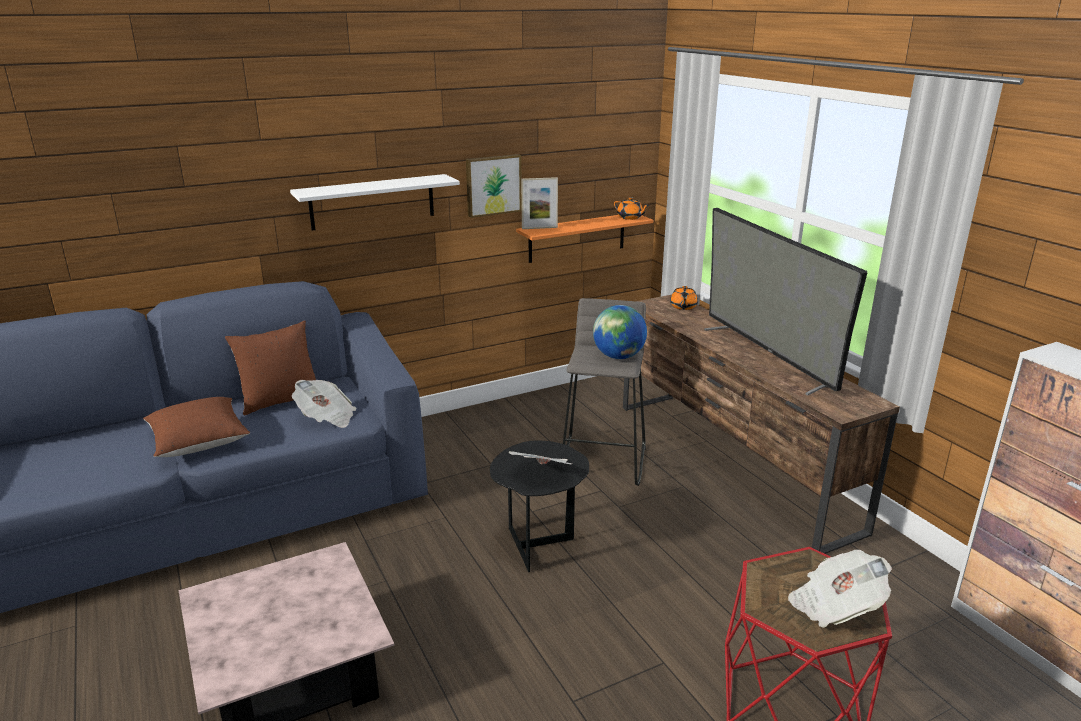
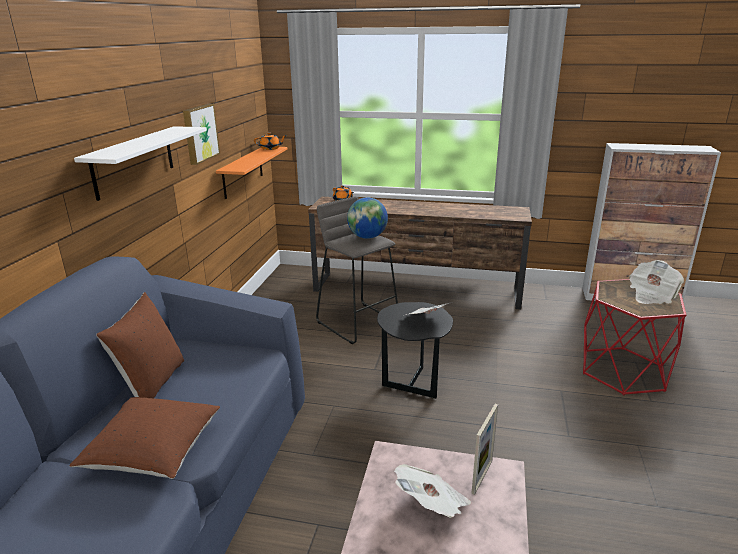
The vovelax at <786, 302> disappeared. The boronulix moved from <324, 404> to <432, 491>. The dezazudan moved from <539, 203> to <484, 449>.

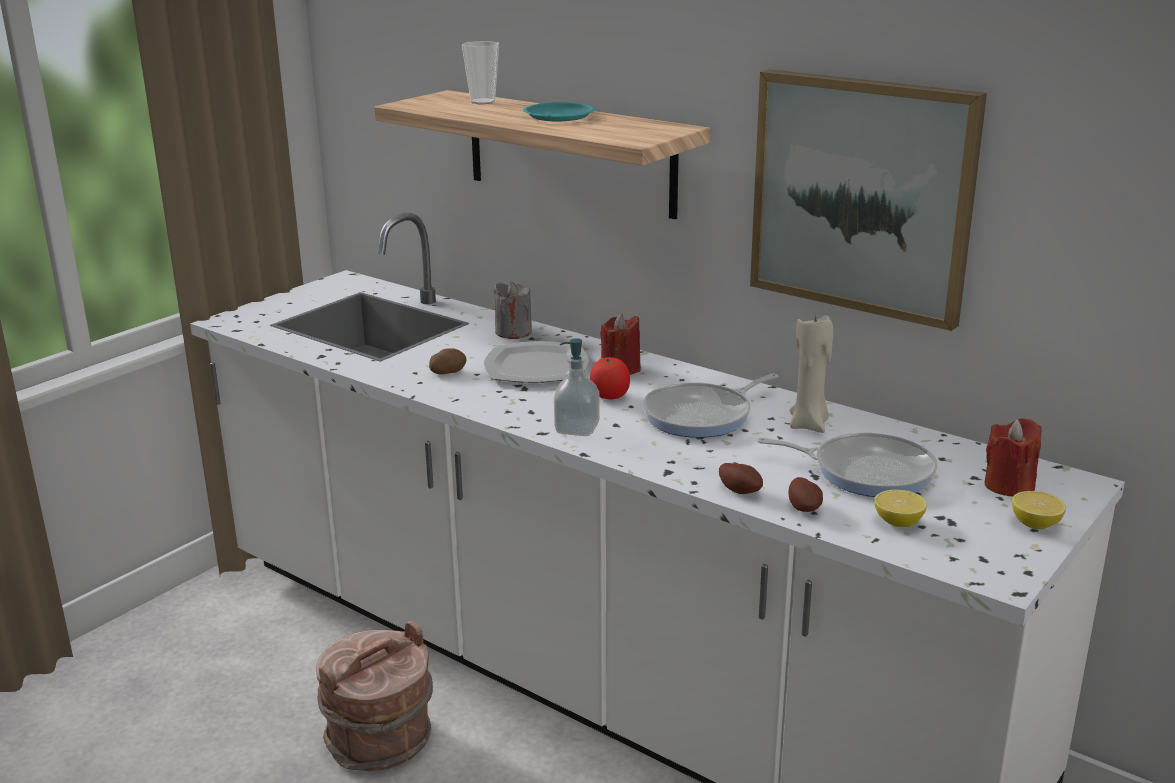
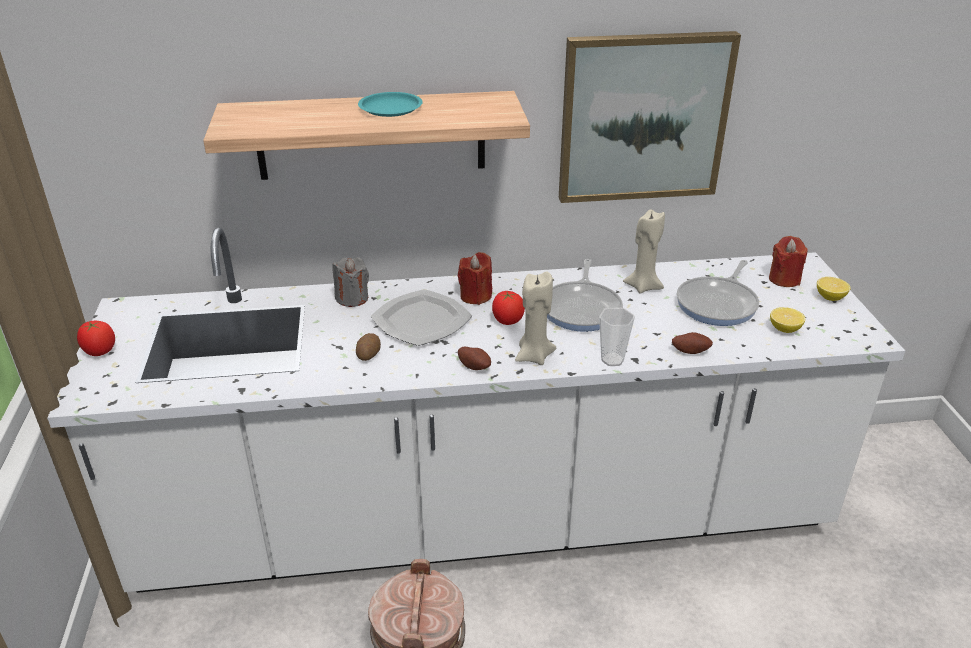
The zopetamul at <96, 338> appeared. The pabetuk moved from <480, 72> to <617, 336>. The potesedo moved from <805, 494> to <474, 358>. The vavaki at <577, 387> was replaced by the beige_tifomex at <535, 318>. The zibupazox at <847, 464> turned 150 degrees clockwise.

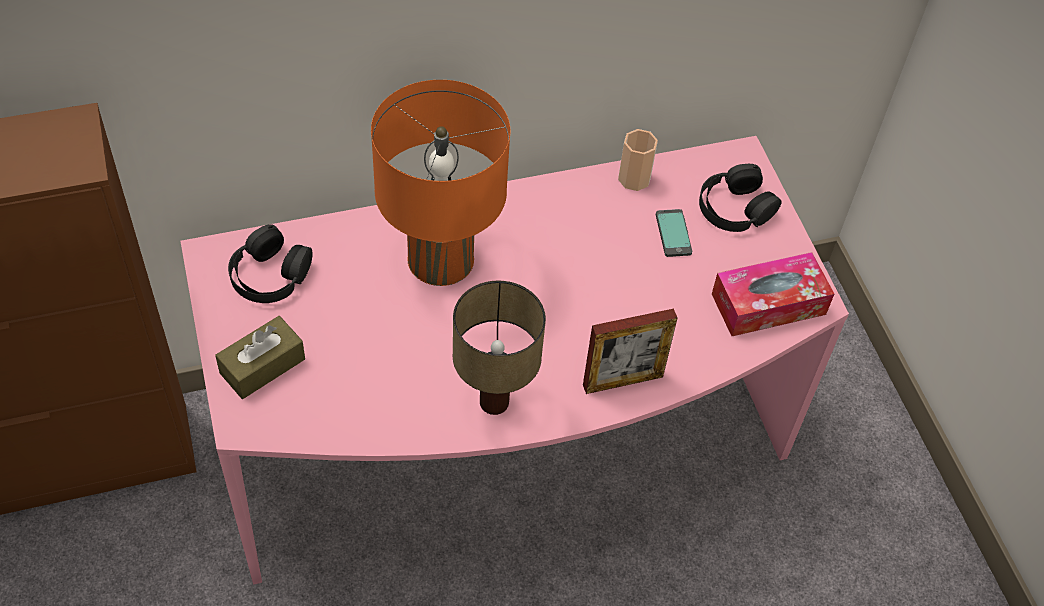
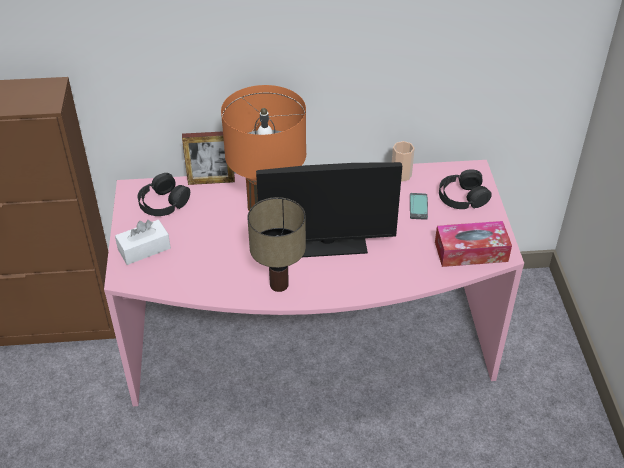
The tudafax at <329, 209> appeared. The dezazudan moved from <630, 351> to <208, 158>. The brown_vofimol at <260, 357> became the white_vofimol at <143, 242>.

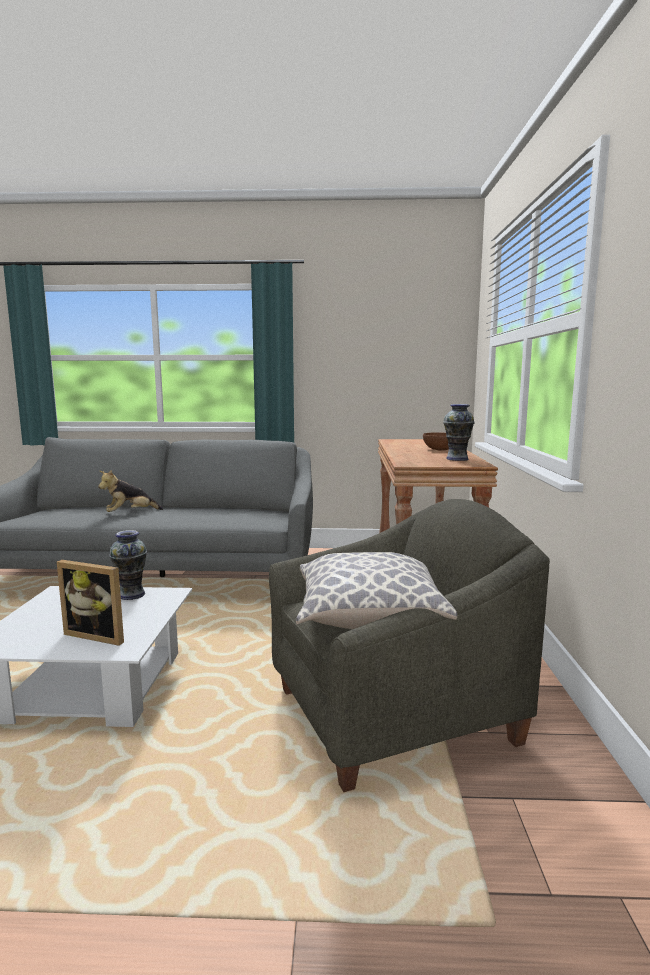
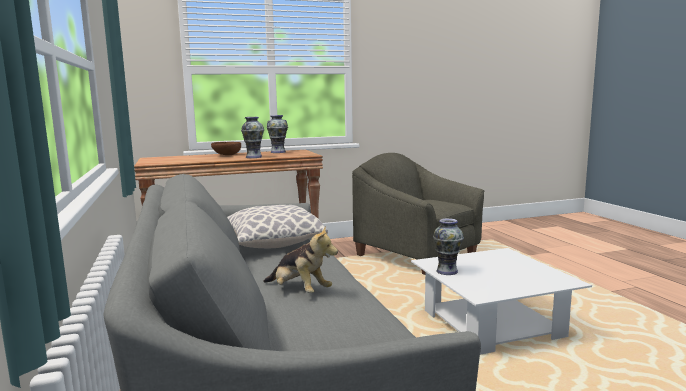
The dezazudan at <90, 603> disappeared. The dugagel at <252, 137> appeared. The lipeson moved from <376, 590> to <277, 226>.

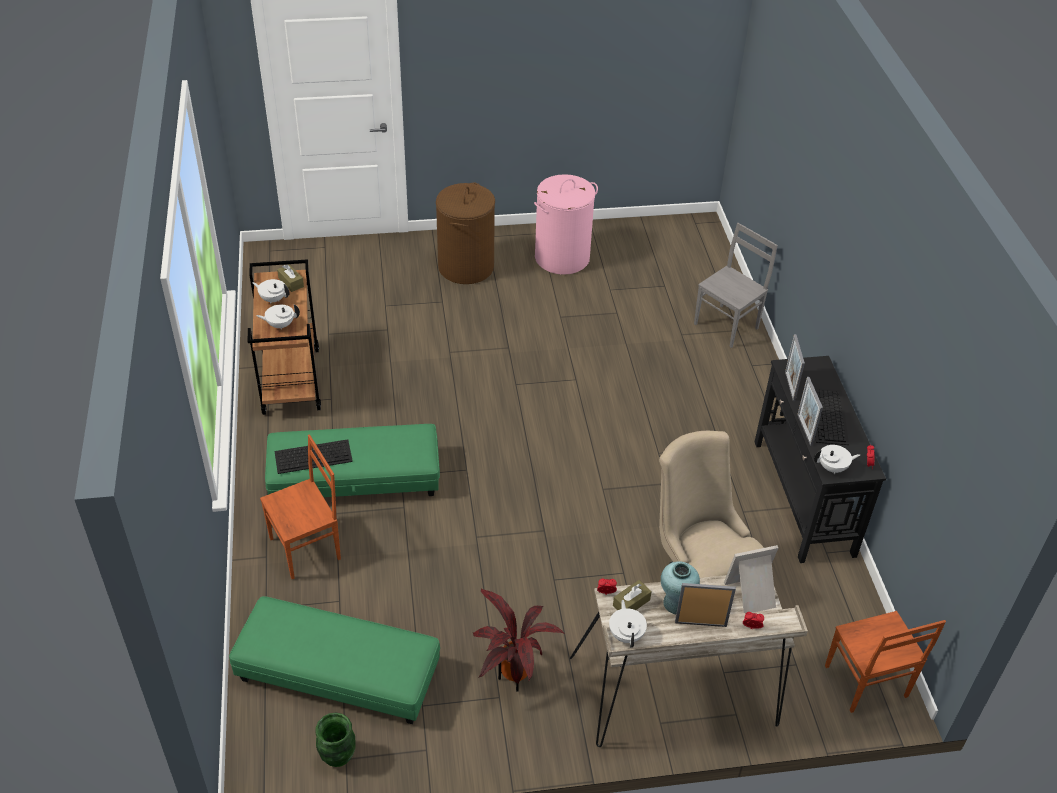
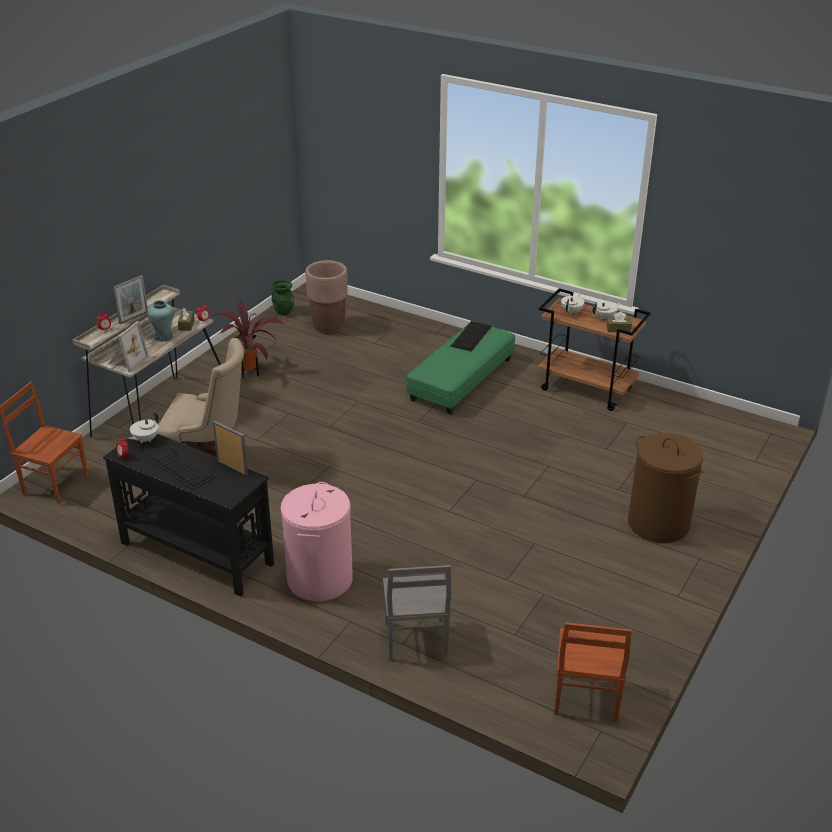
The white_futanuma at <628, 624> disappeared. The dezazudan at <810, 411> disappeared. The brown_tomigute moved from <300, 506> to <593, 672>. The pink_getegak moved from <566, 224> to <317, 541>. The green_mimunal at <334, 660> was replaced by the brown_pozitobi at <326, 297>.

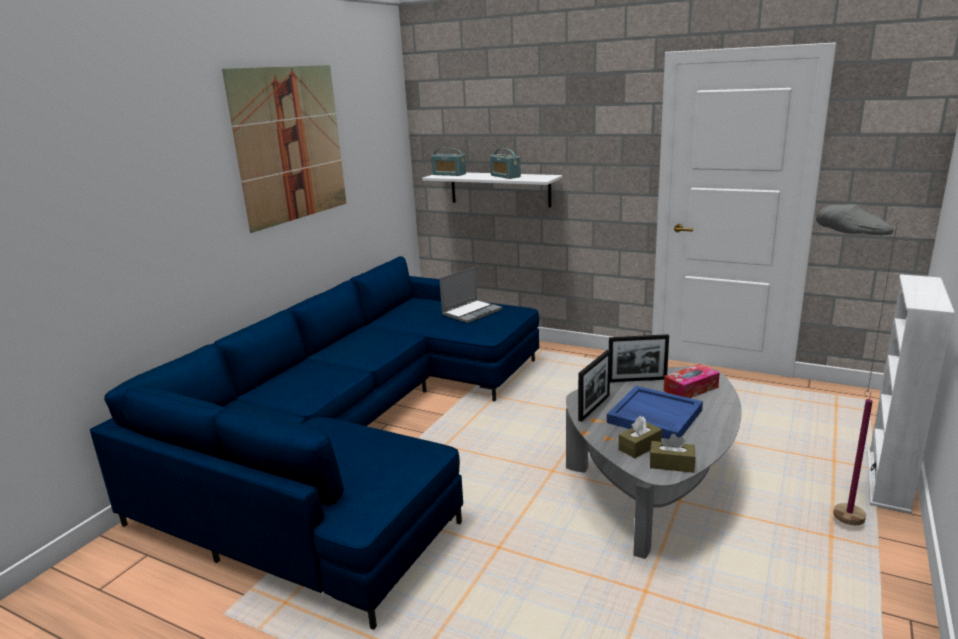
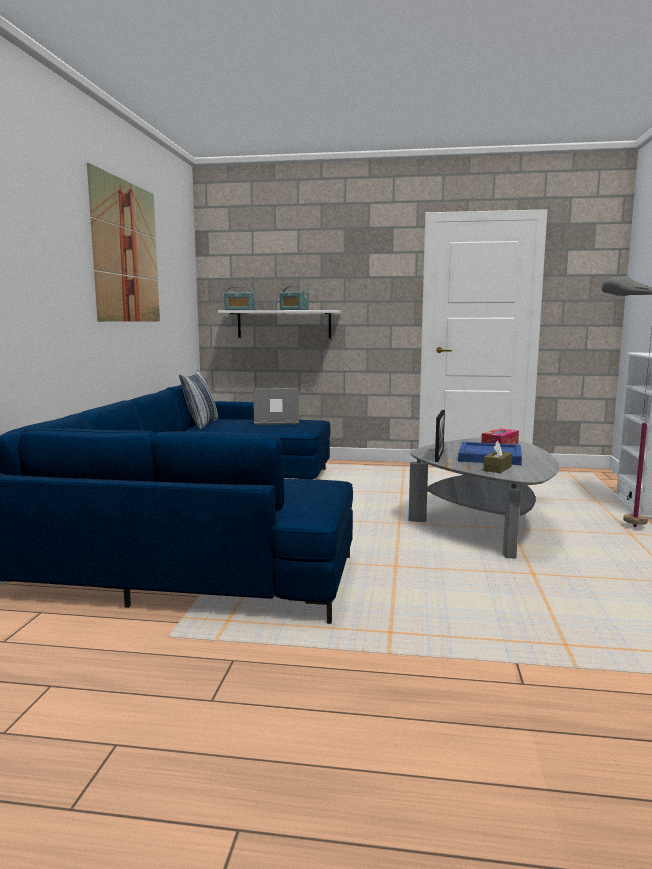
The dezazudan at <639, 358> disappeared. The brown_vofimol at <672, 453> disappeared. The lipeson at <198, 399> appeared. The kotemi at <471, 295> turned 120 degrees counterclockwise.

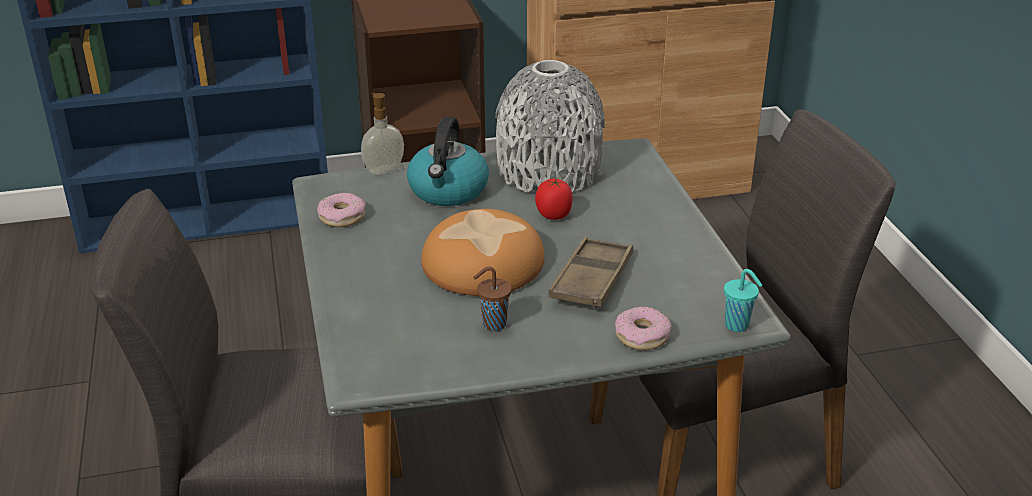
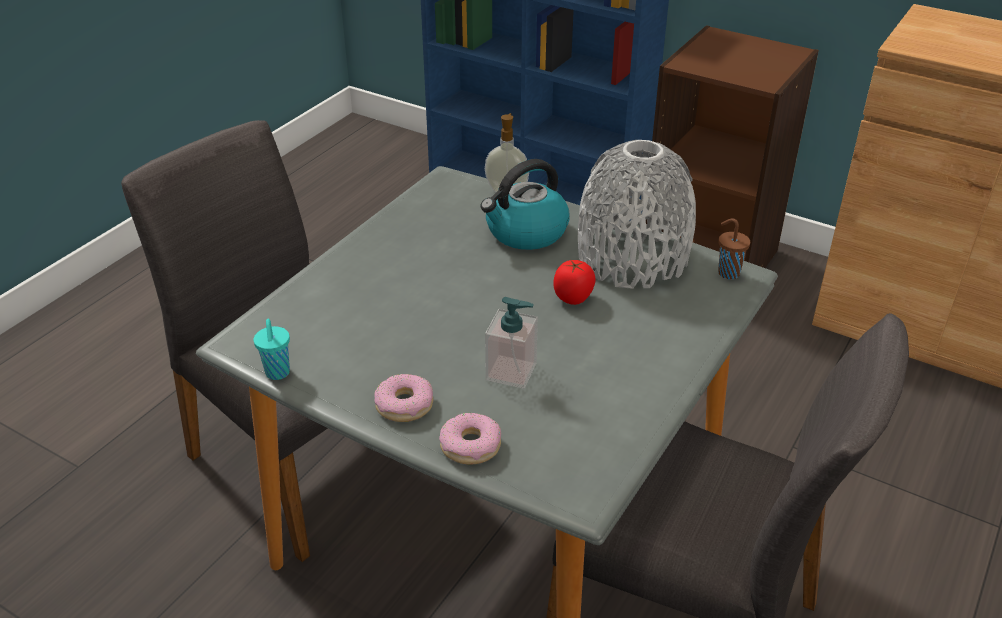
The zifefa at <483, 252> disappeared. The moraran moved from <341, 210> to <403, 398>. The brown_pabetuk moved from <492, 299> to <734, 248>. The turquoise_pabetuk moved from <743, 300> to <271, 349>. The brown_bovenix at <591, 273> was replaced by the vavaki at <511, 343>.

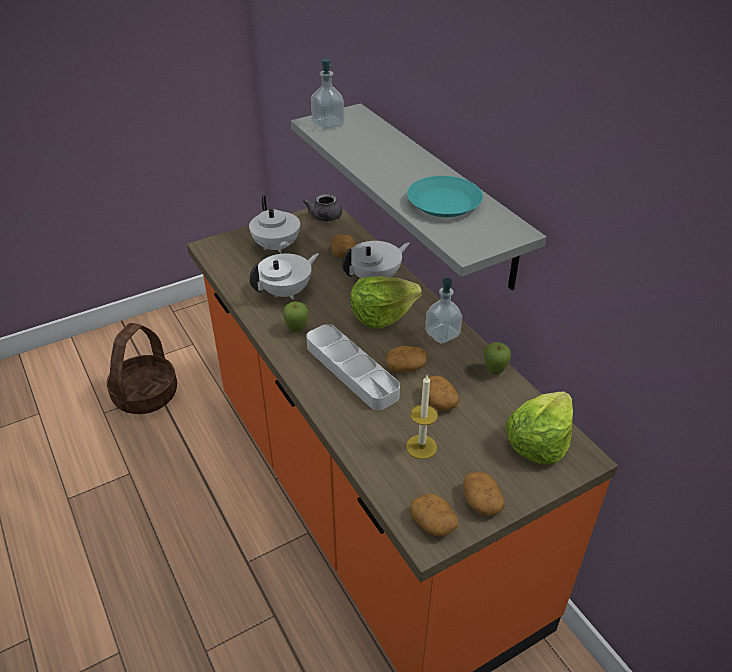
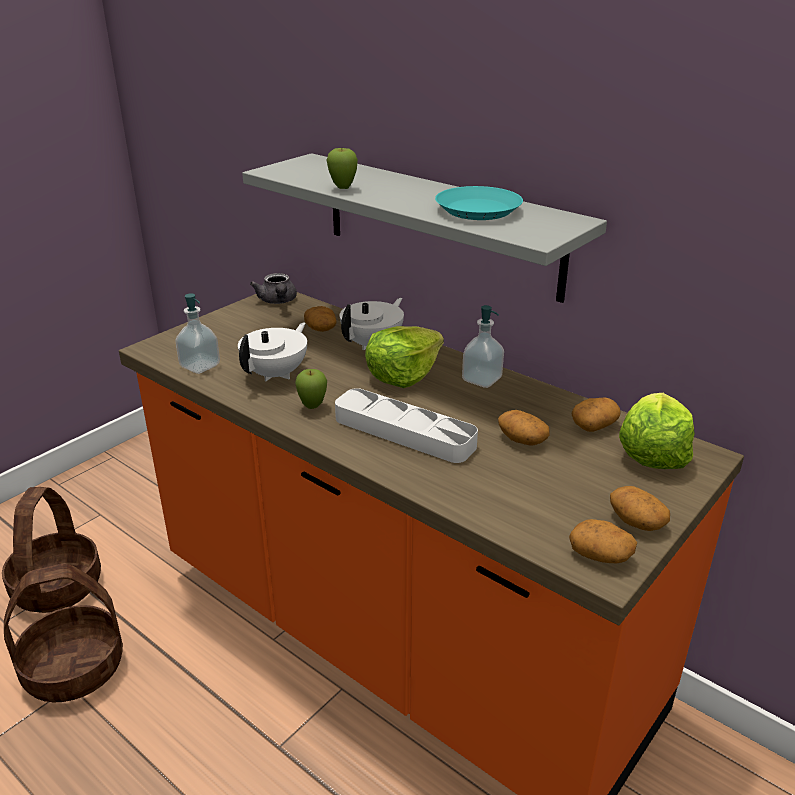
The white_futanuma at <274, 224> disappeared. The tifomex at <422, 417> disappeared. The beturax at <63, 633> appeared. The vavaki moved from <327, 94> to <197, 333>. The potesedo moved from <406, 359> to <596, 415>. The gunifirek moved from <497, 358> to <342, 168>.

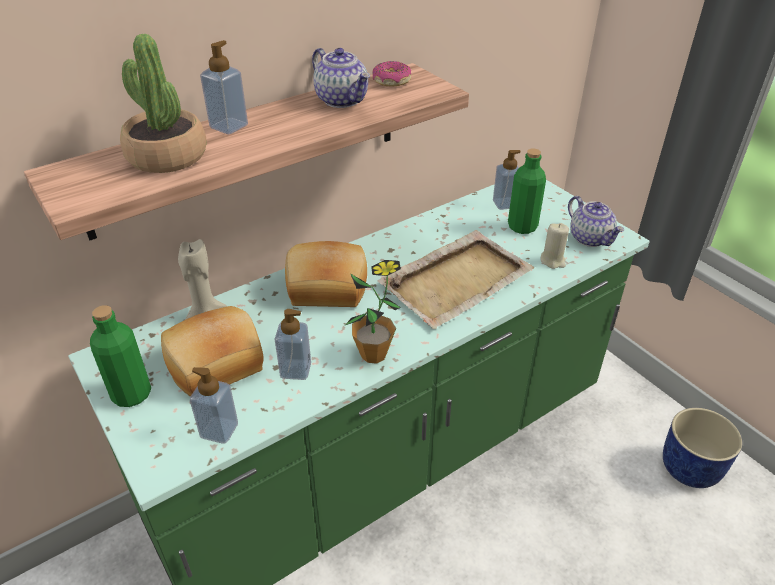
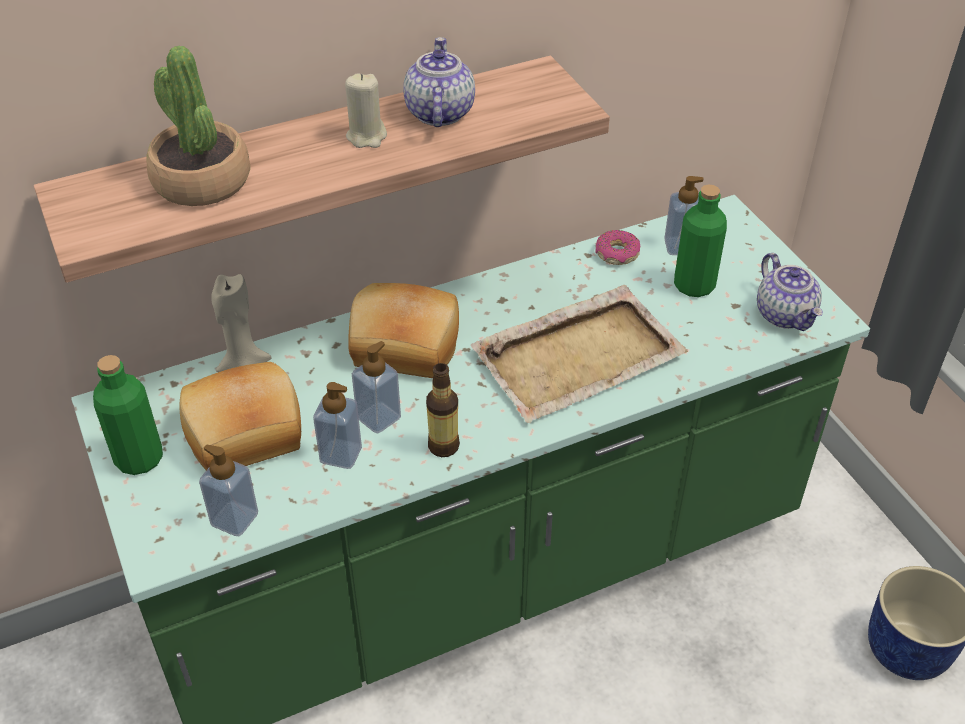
The vavaki moved from <224, 87> to <376, 387>. The moraran moved from <391, 74> to <617, 247>. The beige_tifomex moved from <554, 246> to <366, 111>. The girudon at <373, 312> was replaced by the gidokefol at <443, 410>. The futanuma at <341, 78> turned 150 degrees counterclockwise.

